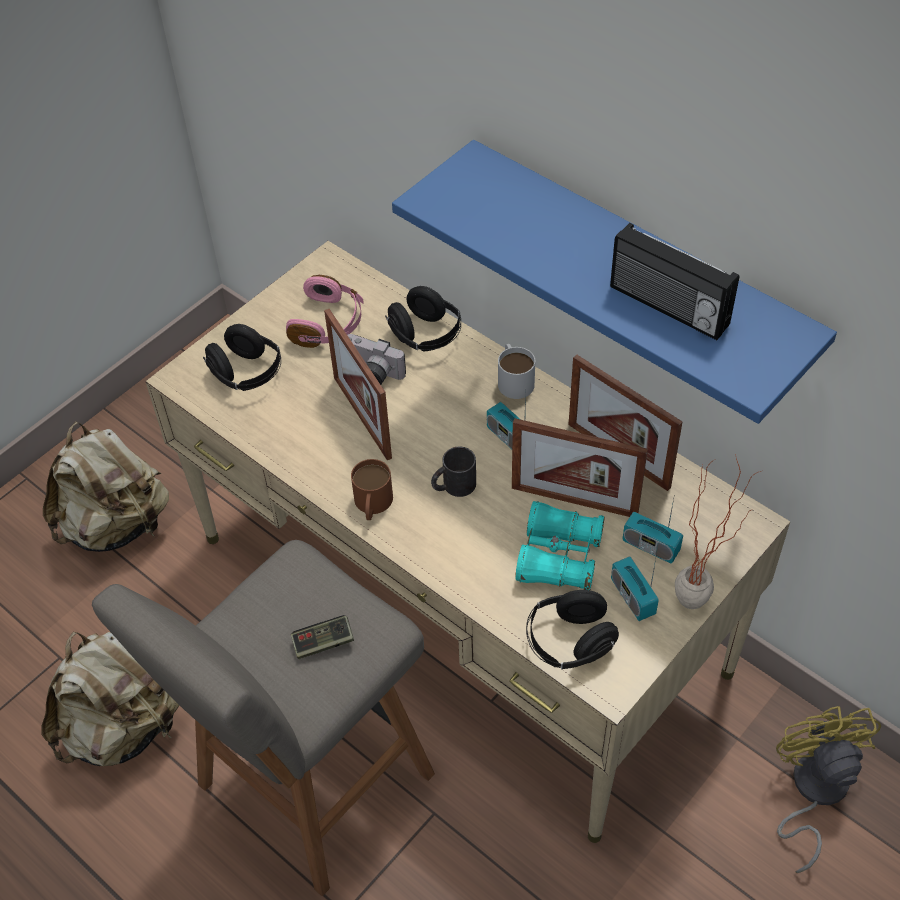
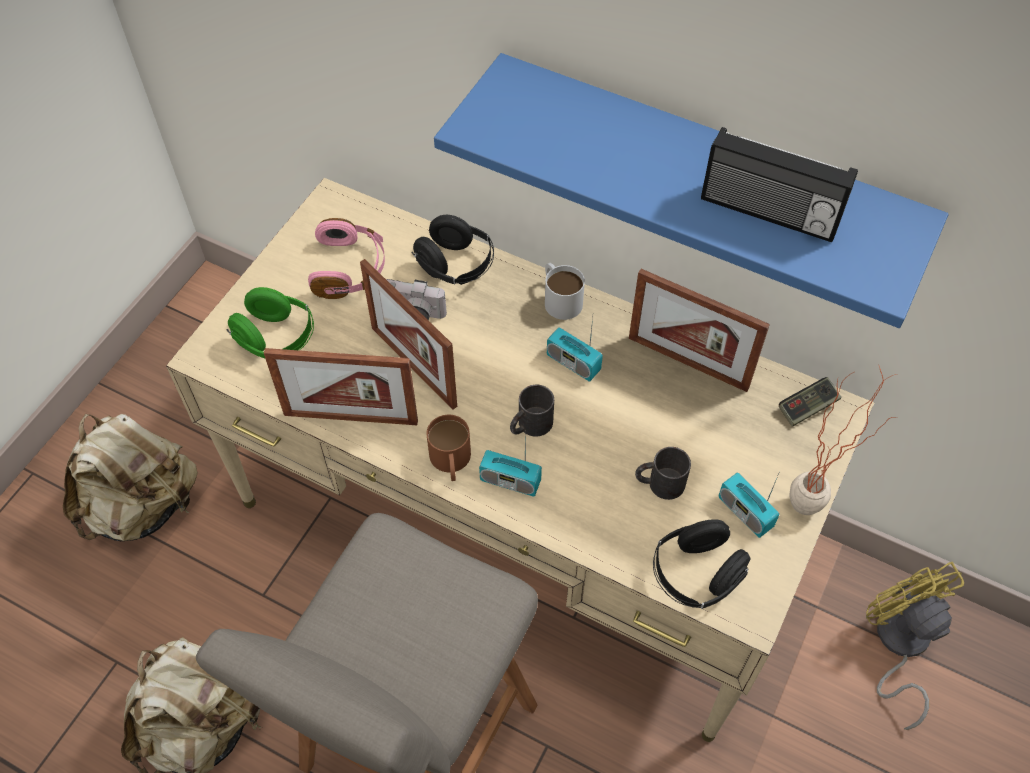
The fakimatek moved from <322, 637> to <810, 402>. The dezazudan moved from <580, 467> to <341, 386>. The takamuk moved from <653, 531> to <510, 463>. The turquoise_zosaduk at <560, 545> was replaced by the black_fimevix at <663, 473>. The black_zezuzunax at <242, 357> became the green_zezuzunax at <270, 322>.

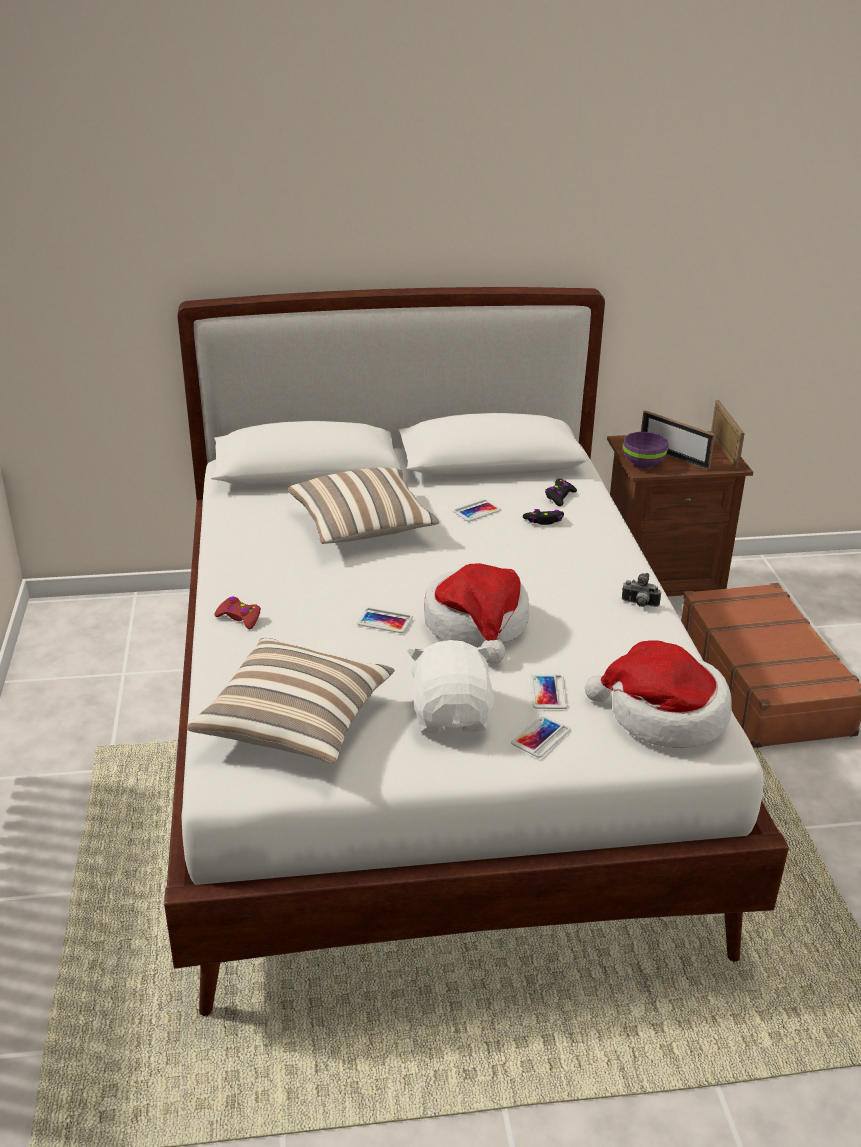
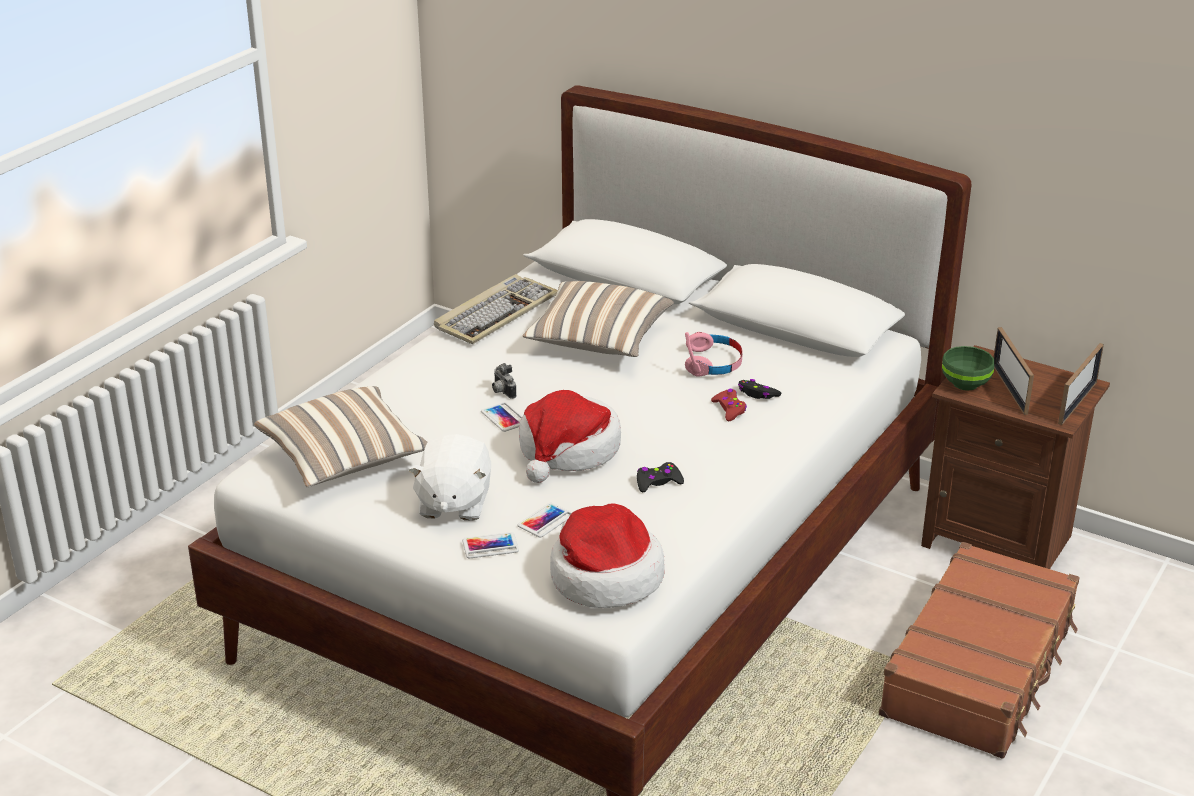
The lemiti at <496, 309> appeared. The red_fakimatek moved from <237, 612> to <729, 405>. The black_fakimatek moved from <561, 492> to <660, 477>. The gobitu moved from <641, 590> to <504, 381>. The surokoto at <477, 510> was replaced by the pink_zezuzunax at <714, 354>. The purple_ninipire at <645, 450> became the green_ninipire at <968, 368>. The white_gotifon at <450, 686> turned 150 degrees clockwise.

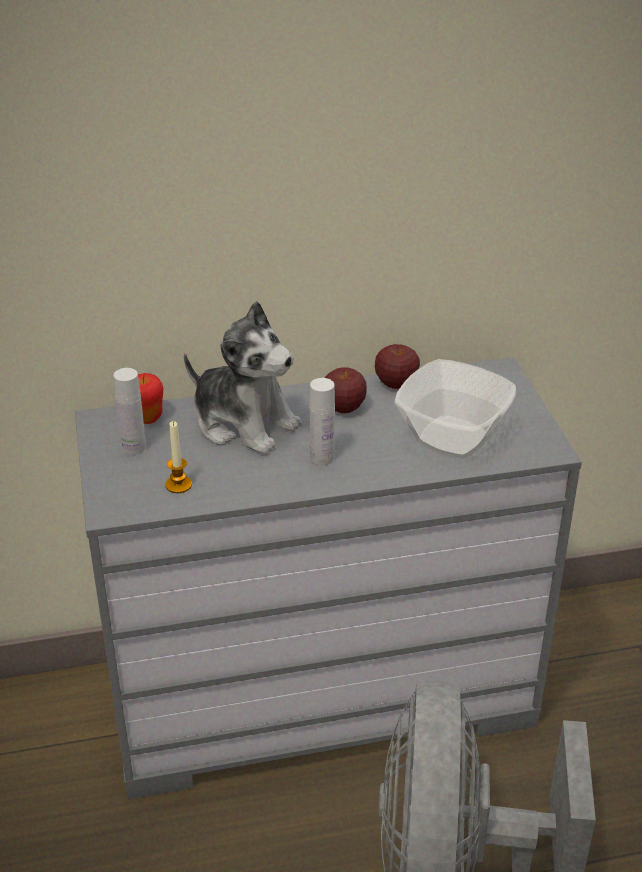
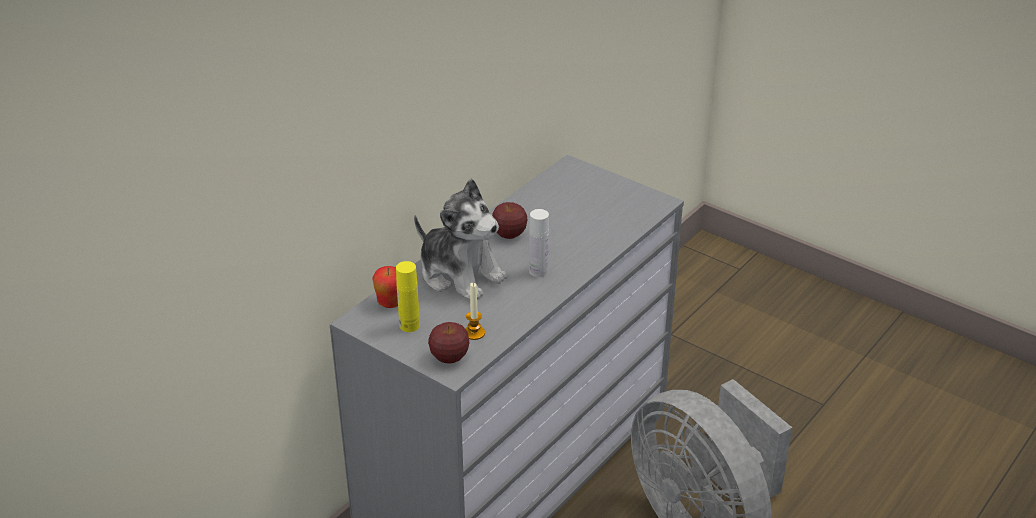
The ninipire at <455, 408> disappeared. The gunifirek moved from <397, 366> to <448, 343>. The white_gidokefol at <129, 411> became the yellow_gidokefol at <408, 296>. The gotifon at <243, 378> turned 45 degrees clockwise.

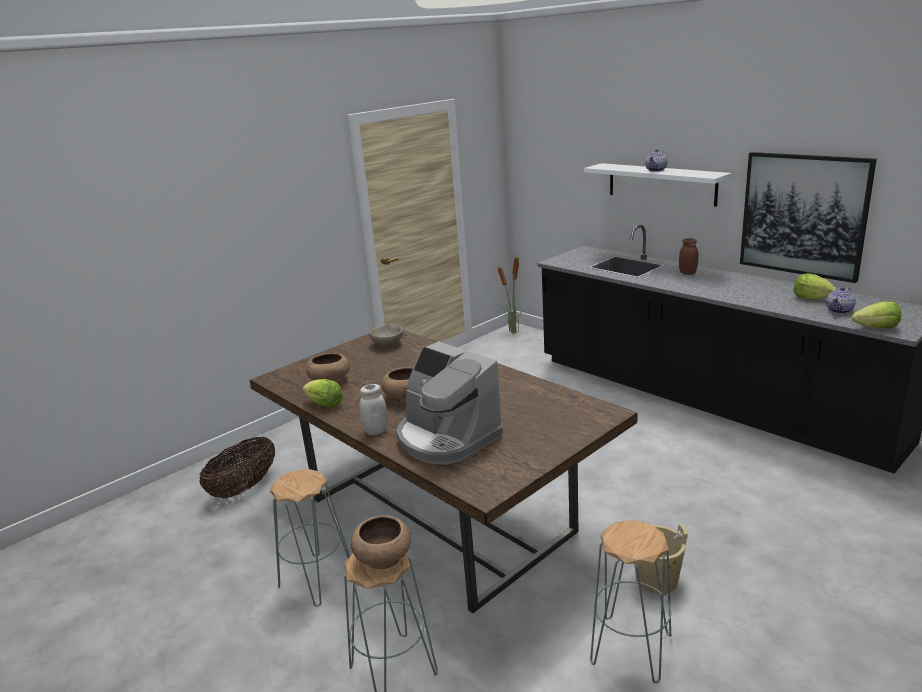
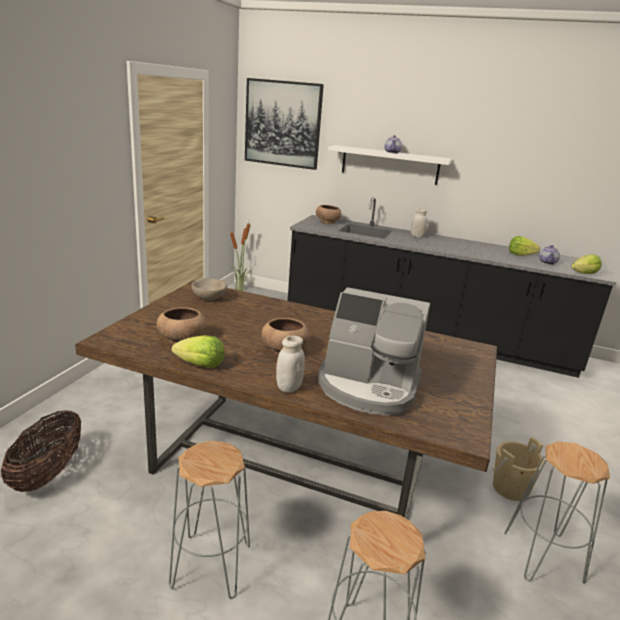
The brown_ninipire moved from <381, 542> to <329, 214>. The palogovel moved from <808, 217> to <284, 124>. The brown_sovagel at <689, 256> became the white_sovagel at <419, 223>.

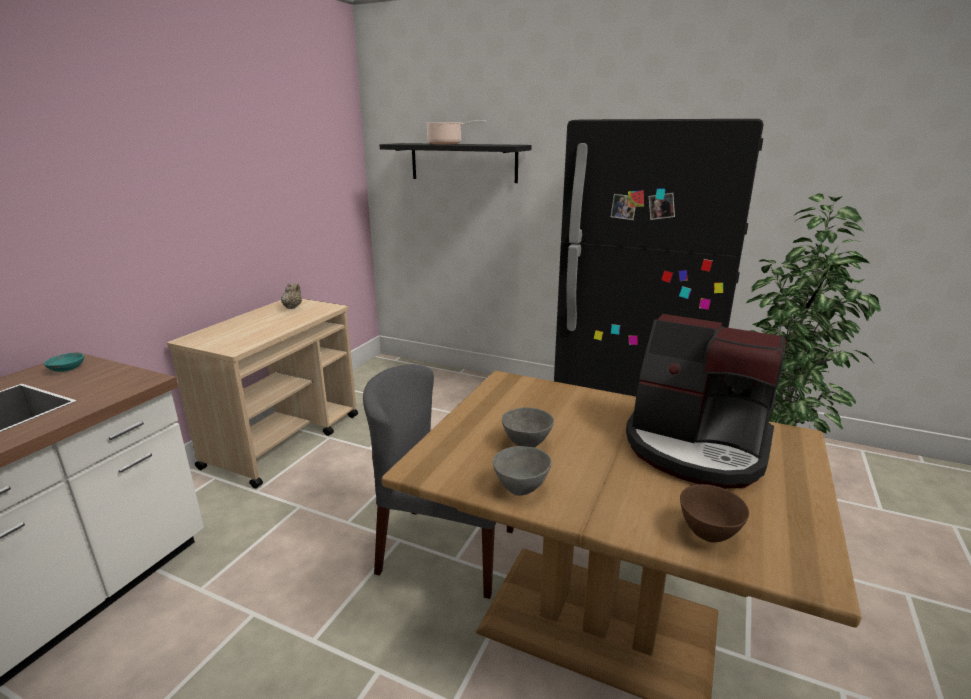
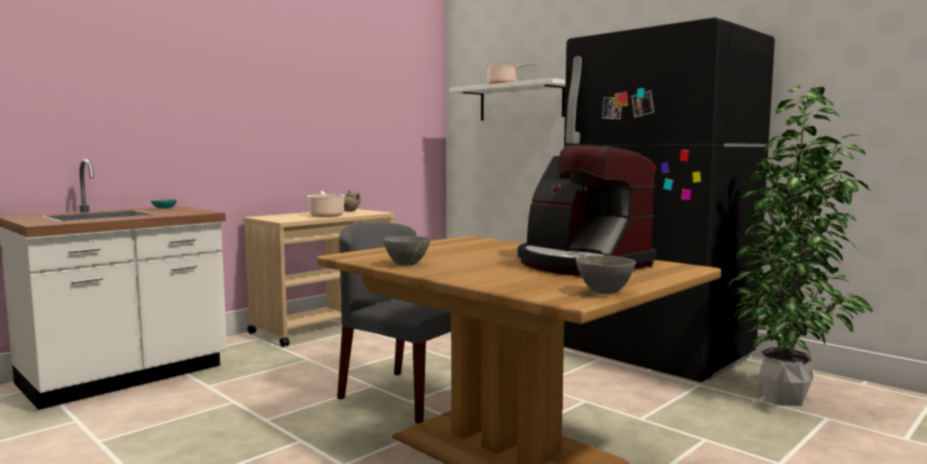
The brown_ninipire at <714, 513> disappeared. The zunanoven at <326, 204> appeared. The grey_ninipire moved from <528, 427> to <606, 275>. The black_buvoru at <456, 163> became the white_buvoru at <507, 99>.

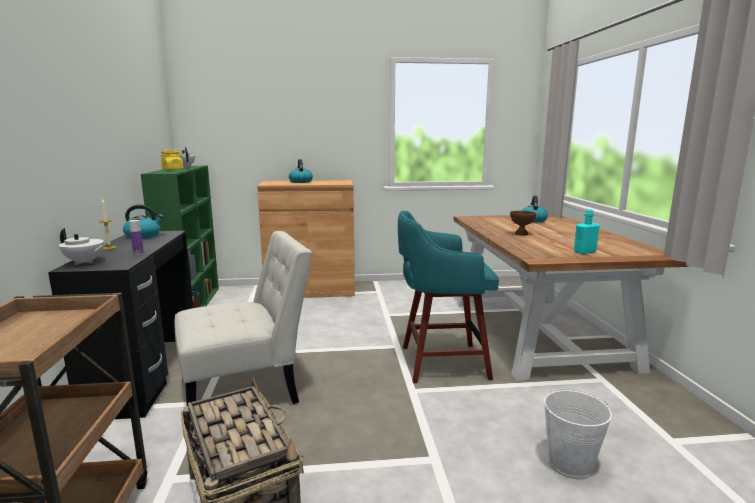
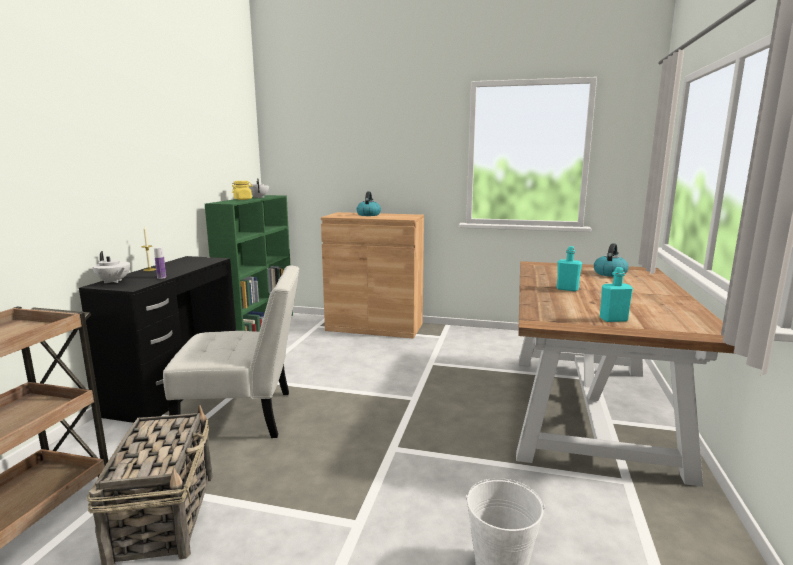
The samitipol at <143, 221> disappeared. The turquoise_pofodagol at <448, 297> disappeared. The brown_ninipire at <523, 223> was replaced by the turquoise_gidokefol at <569, 268>.

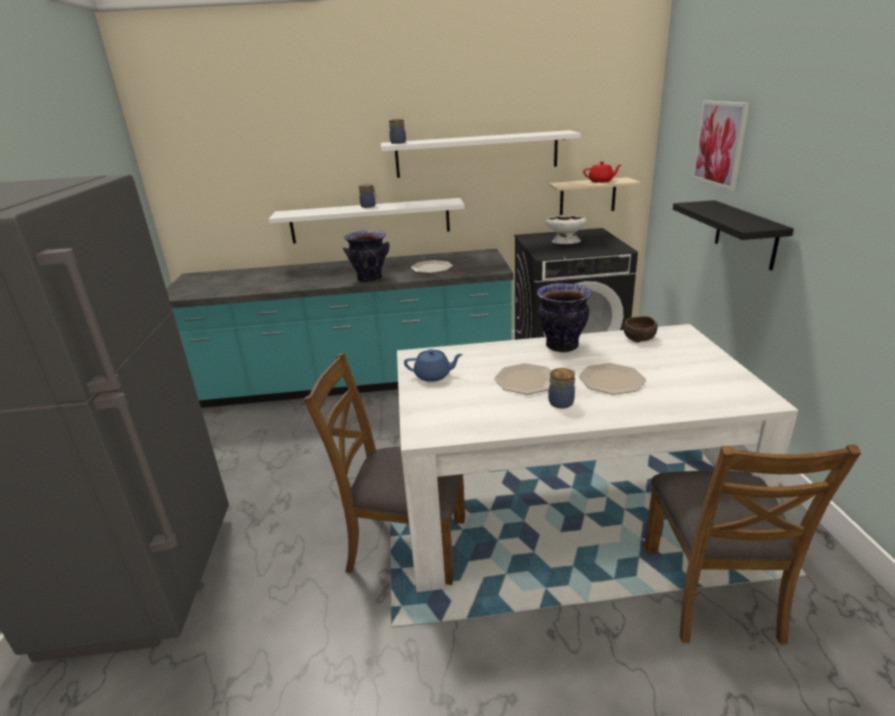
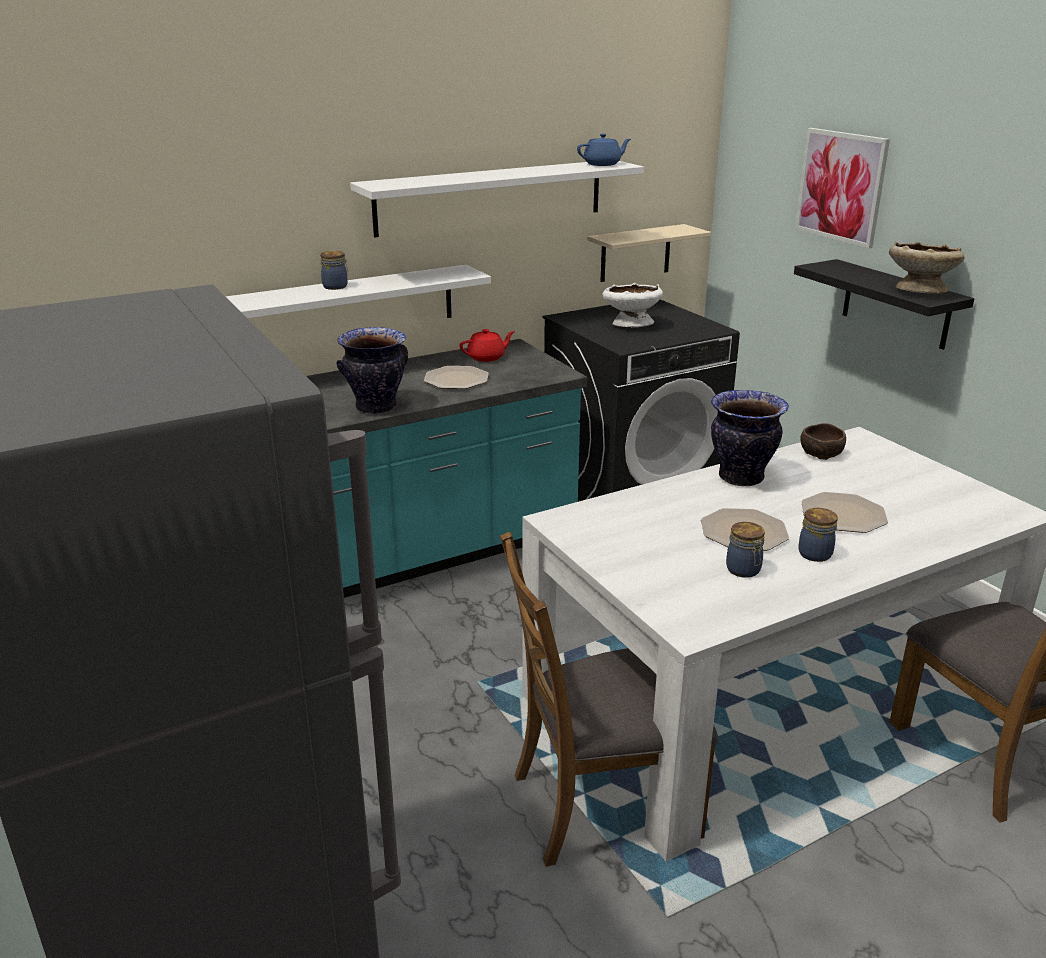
The beige_ninipire at <926, 267> appeared. The sovagel moved from <397, 131> to <745, 550>. The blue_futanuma moved from <433, 365> to <604, 150>. The red_futanuma moved from <602, 172> to <487, 345>.

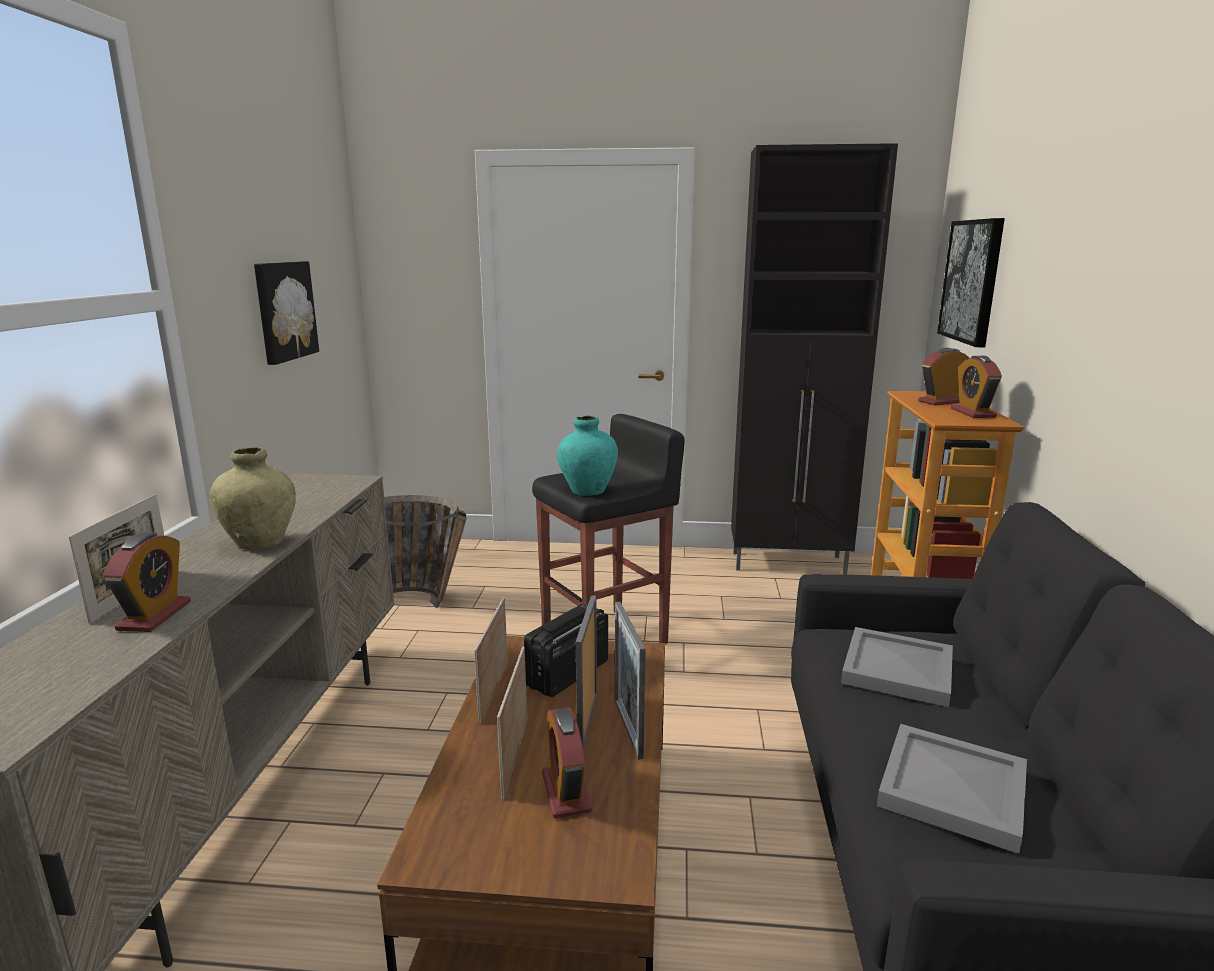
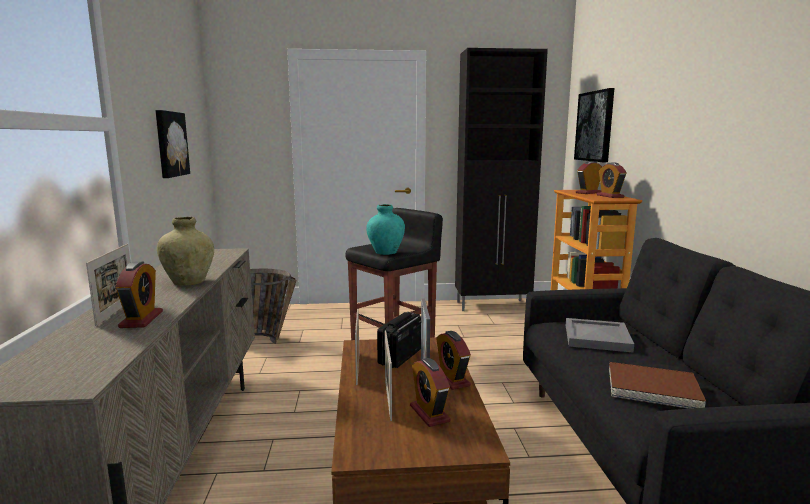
The dezazudan at <630, 681> was replaced by the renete at <453, 360>. The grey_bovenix at <952, 789> was replaced by the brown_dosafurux at <657, 385>.

